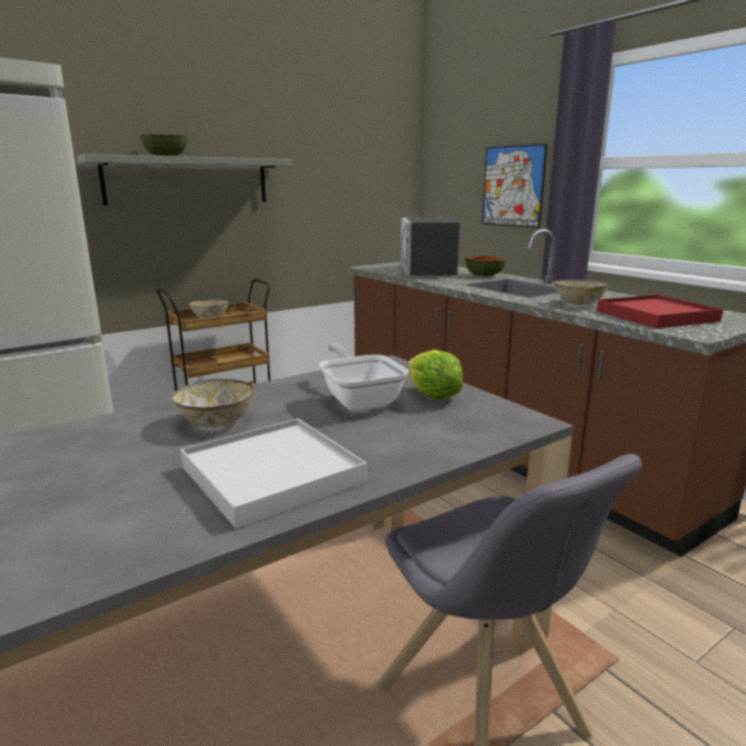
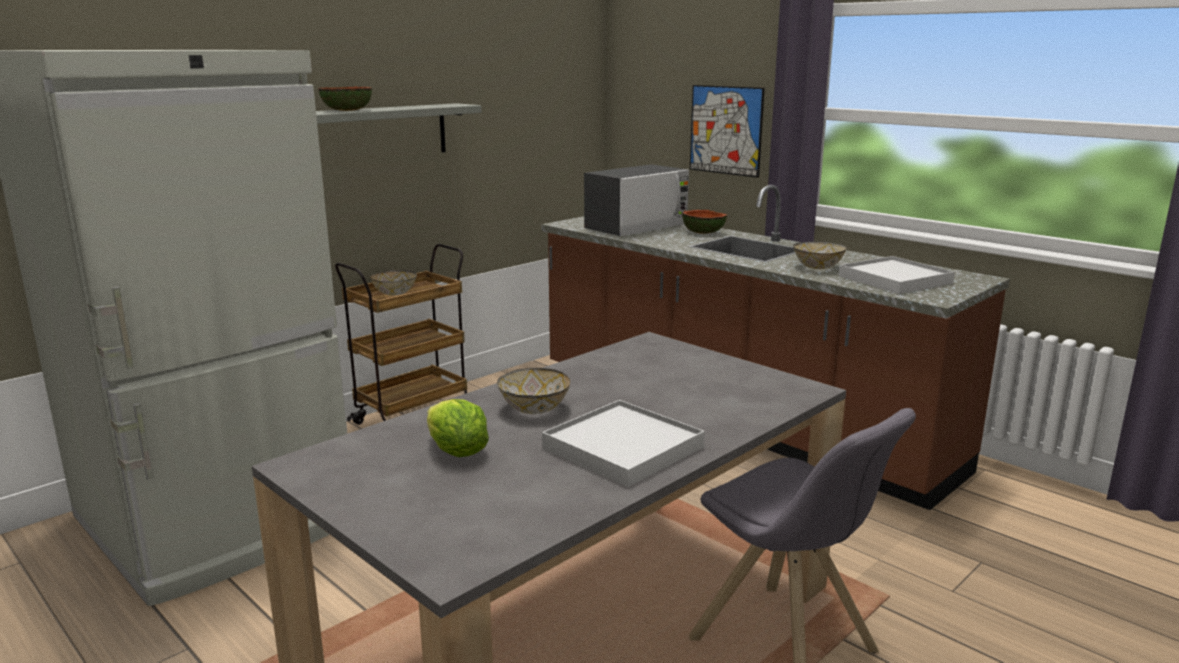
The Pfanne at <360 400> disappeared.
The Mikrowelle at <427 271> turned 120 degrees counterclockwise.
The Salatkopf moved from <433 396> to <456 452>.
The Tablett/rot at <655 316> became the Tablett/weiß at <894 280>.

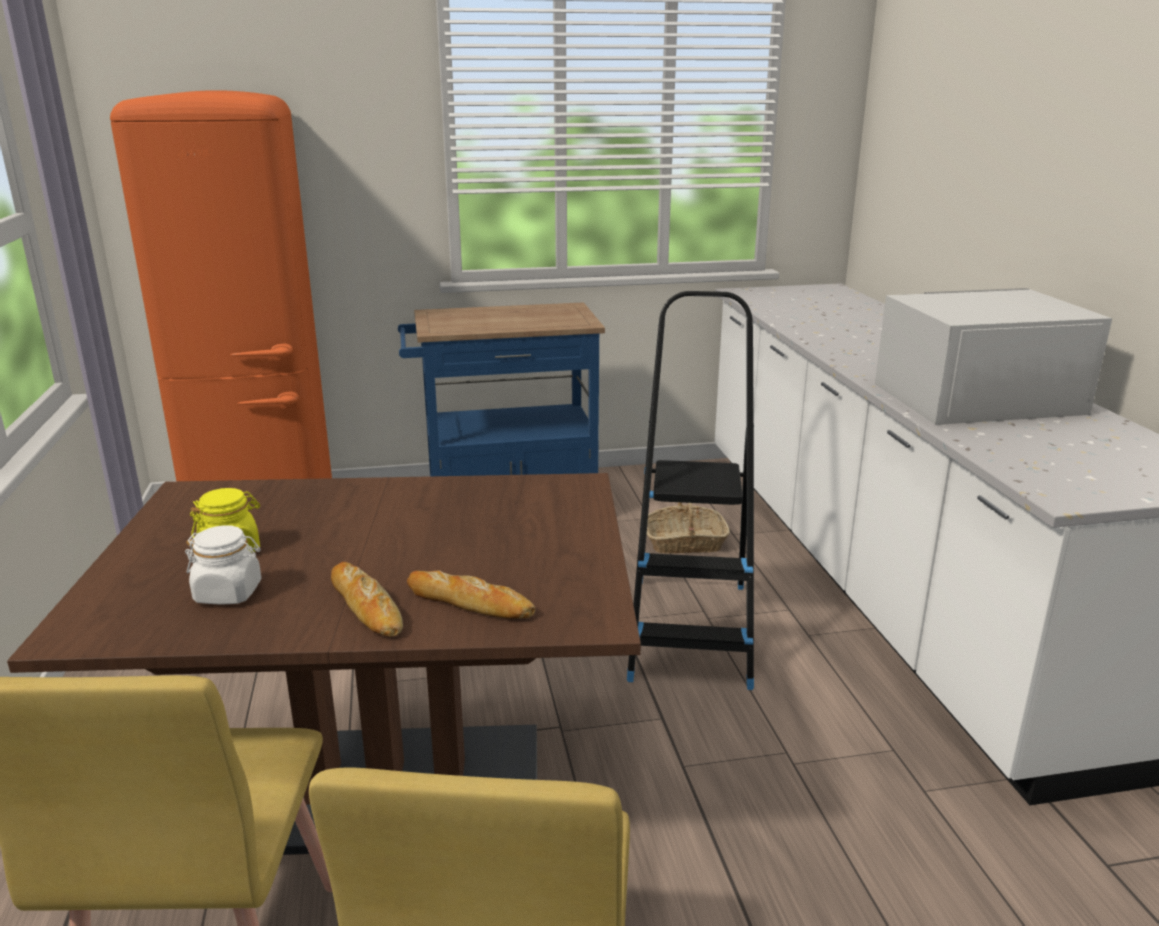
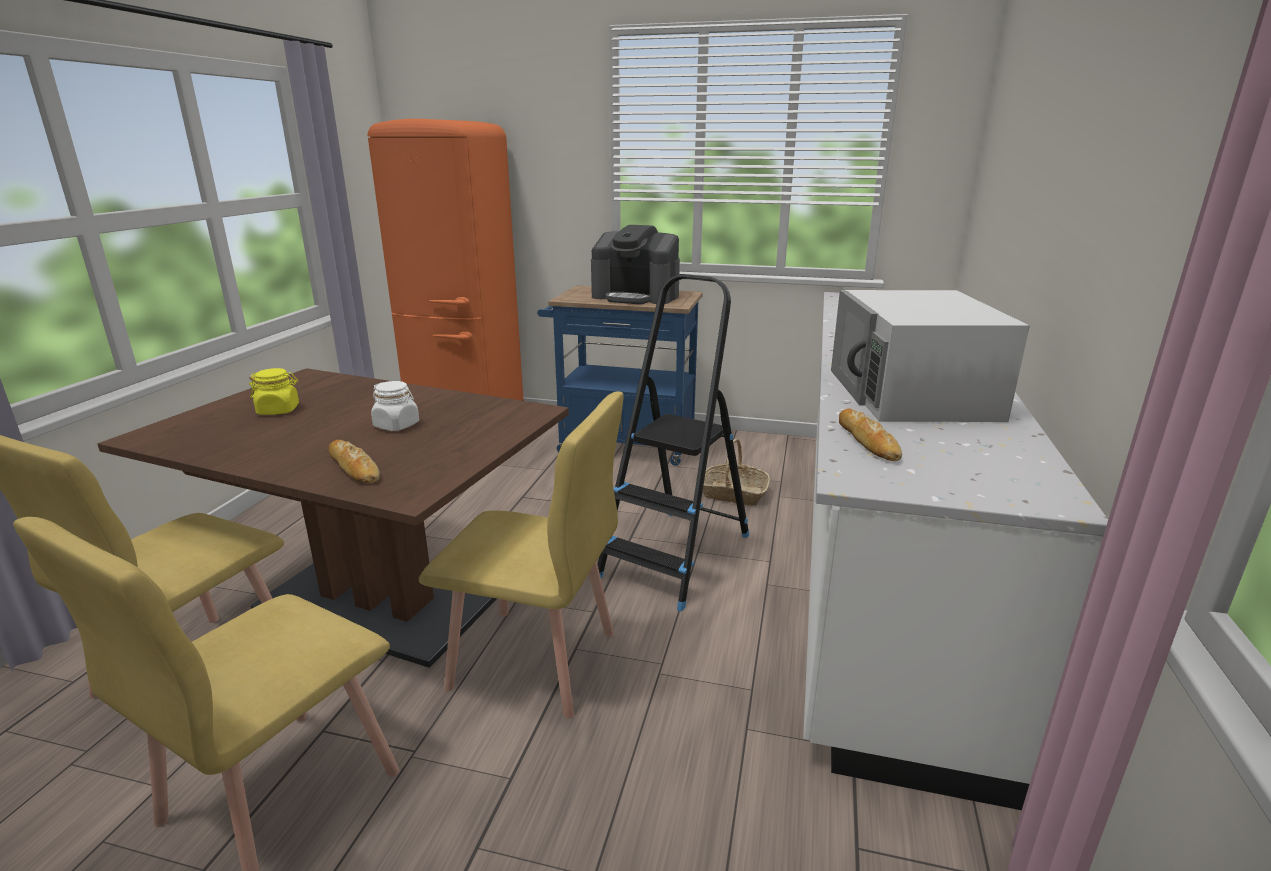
The Vorratsglas/weiß moved from <229 593> to <397 425>.
The Brot moved from <366 606> to <867 440>.
The Mikrowelle/weiß at <975 398> turned 105 degrees counterclockwise.
The Stuhl/gelb at <534 661> appeared.
The Kaffeemaschine at <636 296> appeared.

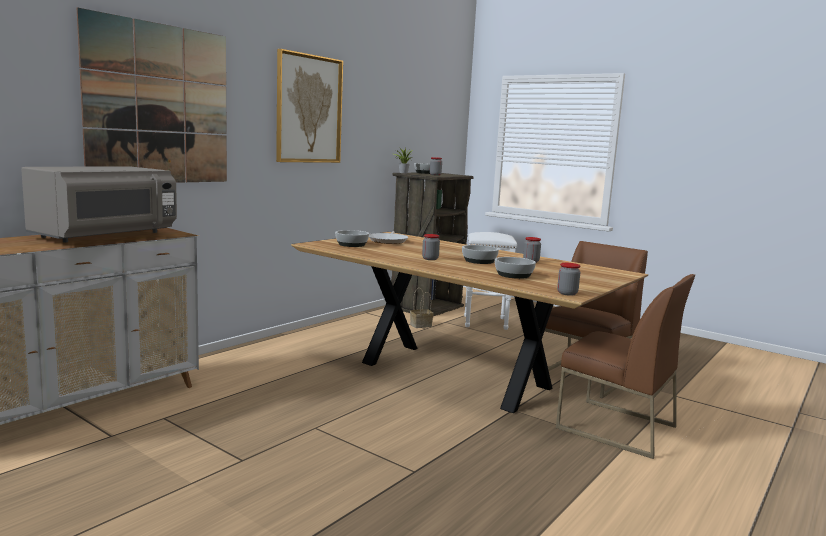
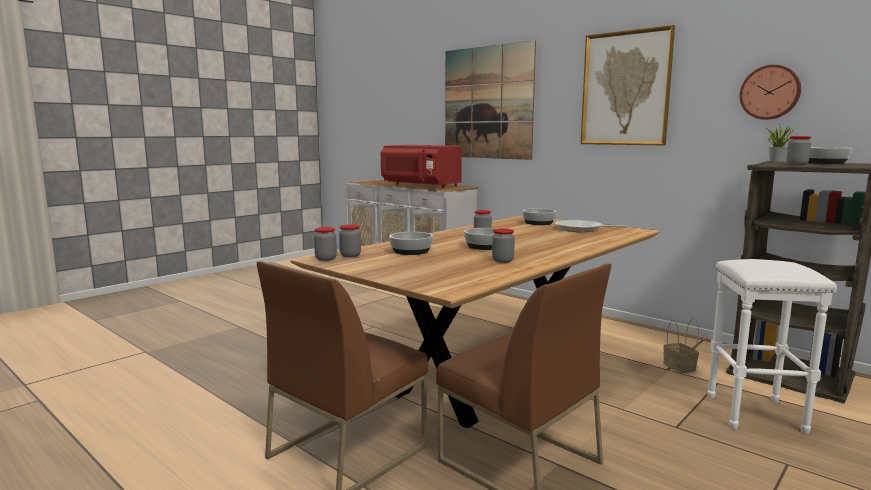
The Mikrowelle/grau at <105 236> became the Mikrowelle/rot at <421 185>.
The Vorratsglas at <350 255> appeared.
The Wanduhr at <770 92> appeared.

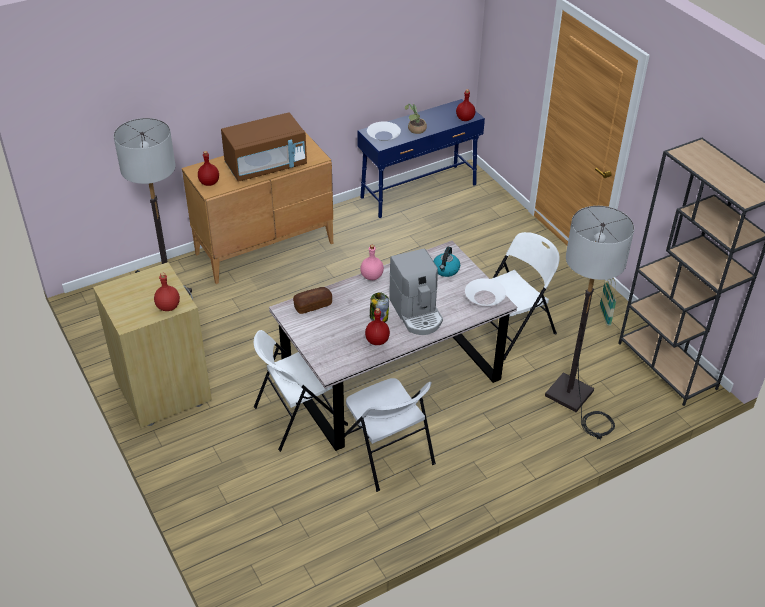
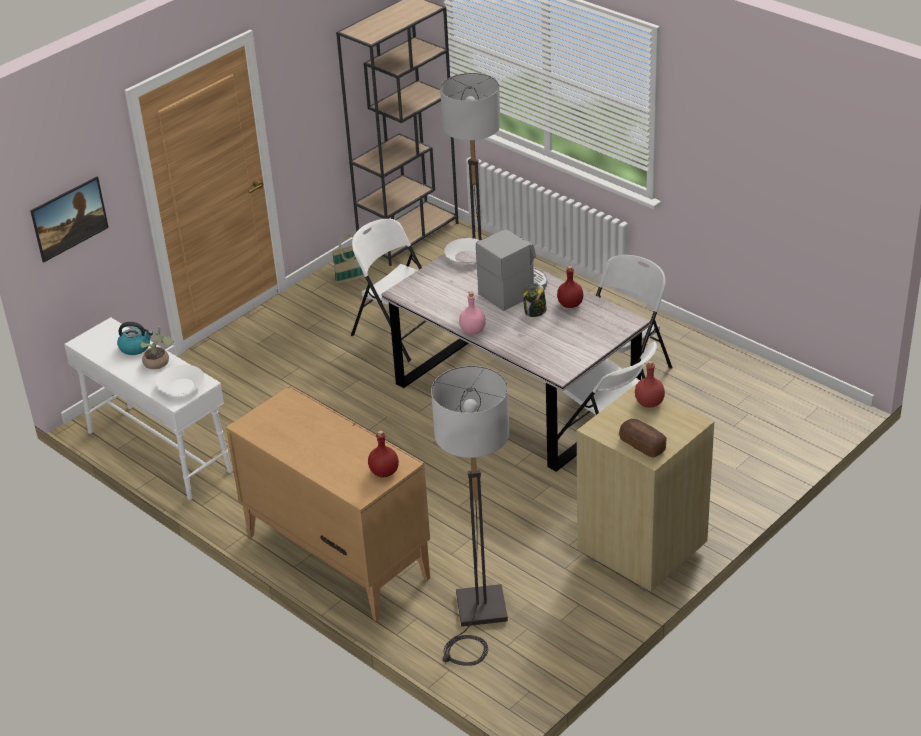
The Mikrowelle/braun at <266 166> disappeared.
The Brot moved from <313 305> to <642 445>.
The Konsolentisch/blau at <419 192> became the Konsolentisch/weiß at <160 451>.
The Wasserkessel moved from <446 270> to <135 347>.
The Flasche/rot at <465 119> disappeared.
The Bild at <72 231> appeared.

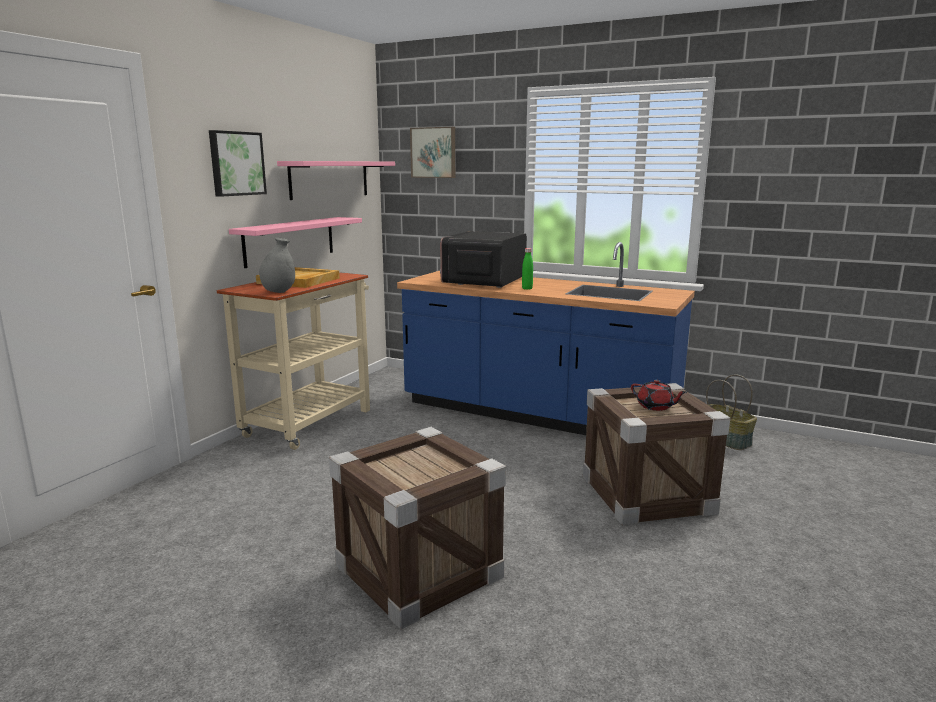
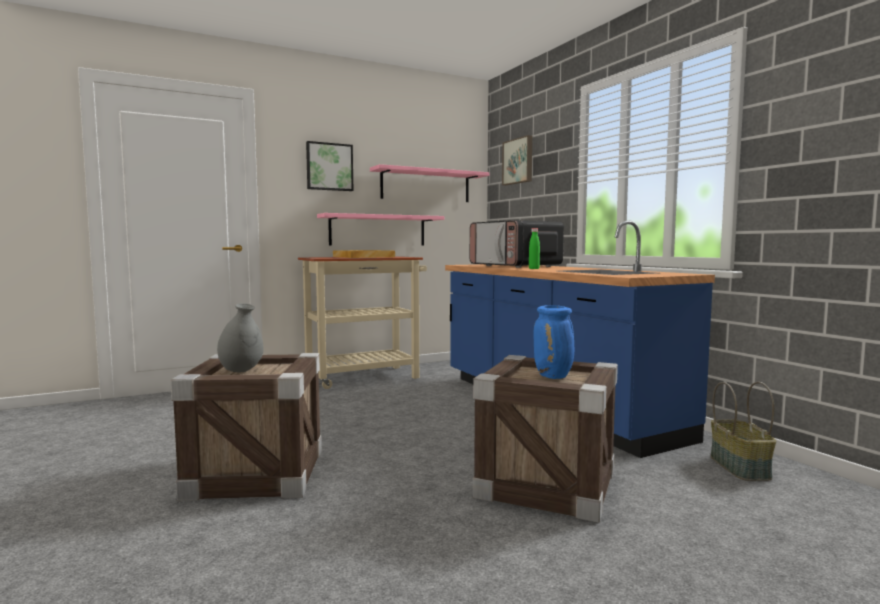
The Vase/grau moved from <279 292> to <241 370>.
The Mikrowelle at <484 281> turned 90 degrees counterclockwise.
The Teekanne/rot at <655 407> was replaced by the Vase/blau at <554 377>.

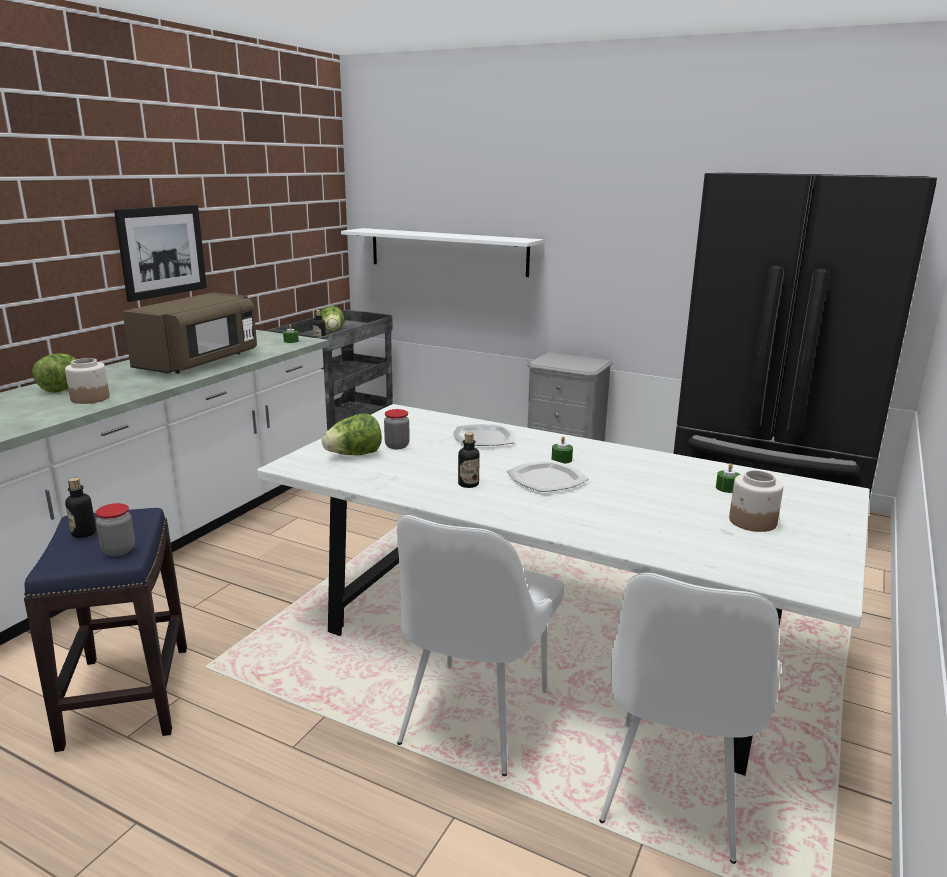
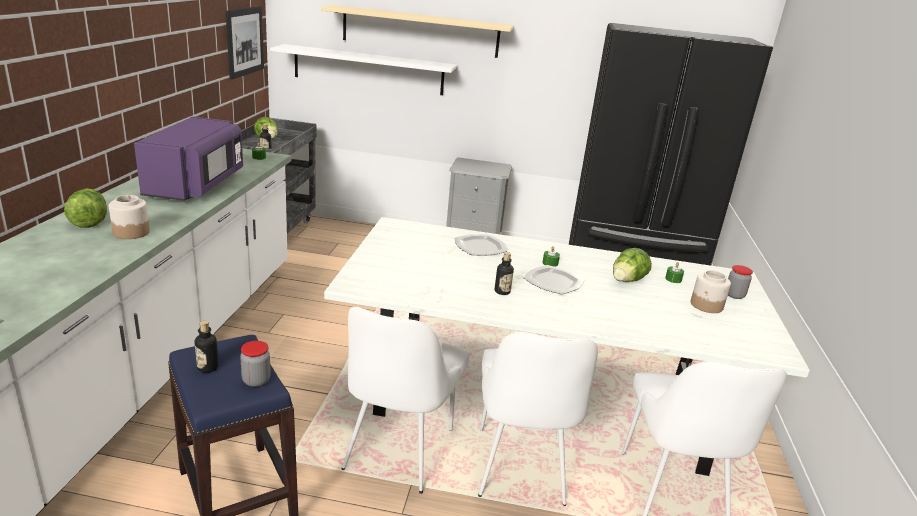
The Bild moved from <162 251> to <245 41>.
The Mikrowelle/braun at <199 362> became the Mikrowelle/lila at <196 185>.
The Salatkopf moved from <354 455> to <627 281>.
The Vorratsglas moved from <397 446> to <734 295>.
The Wandregal/beige at <420 31> appeared.
The Stuhl/weiß at <399 450> appeared.

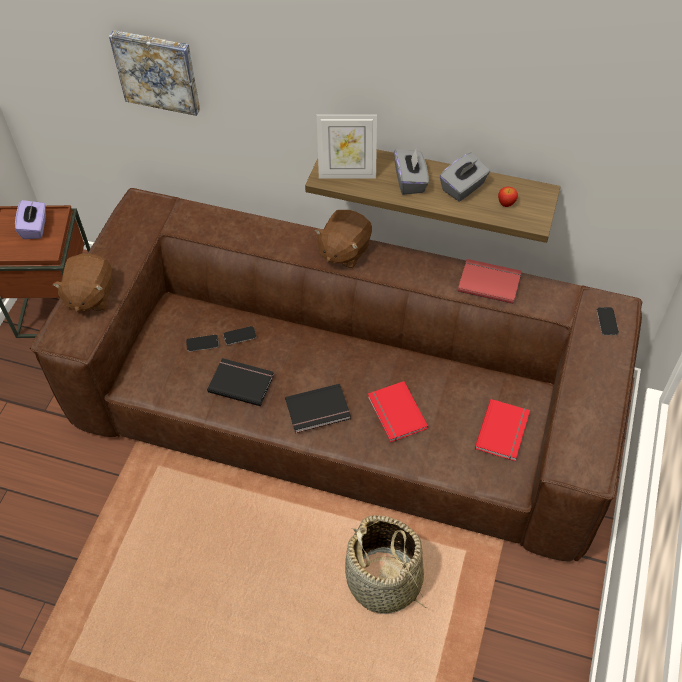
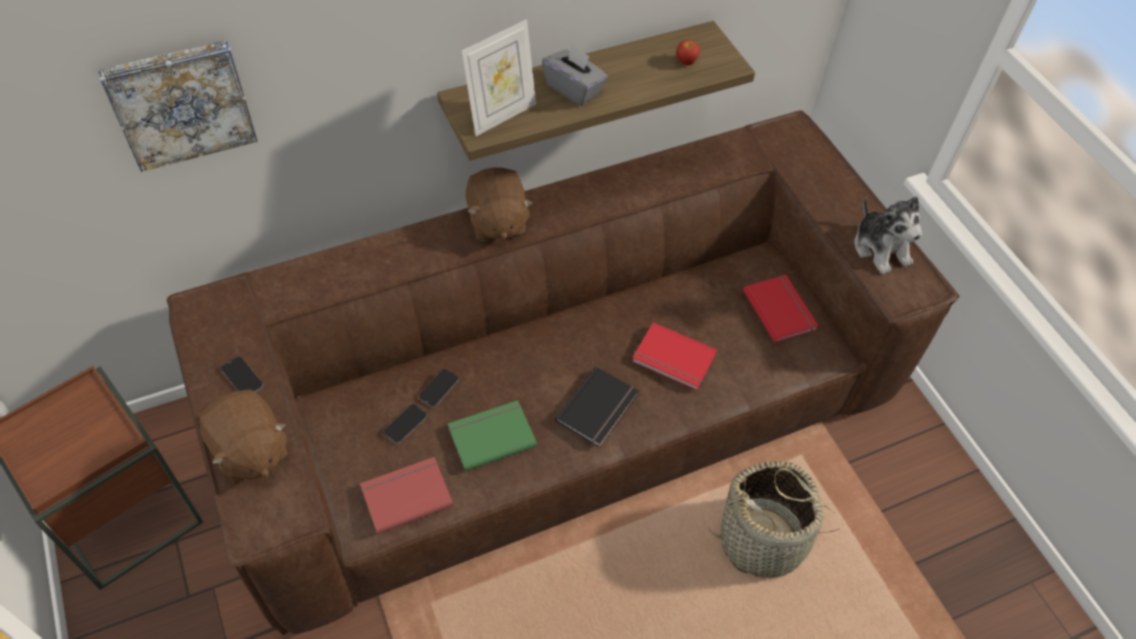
The Taschentuchbox/lila at <35 228> disappeared.
The Buch/schwarz at <241 382> became the Buch/grün at <491 435>.
The Taschentuchbox/grau at <463 188> disappeared.
The Buch/rot moved from <489 281> to <405 494>.
The Handy moved from <607 321> to <242 377>.
The Plüschtier at <880 248> appeared.

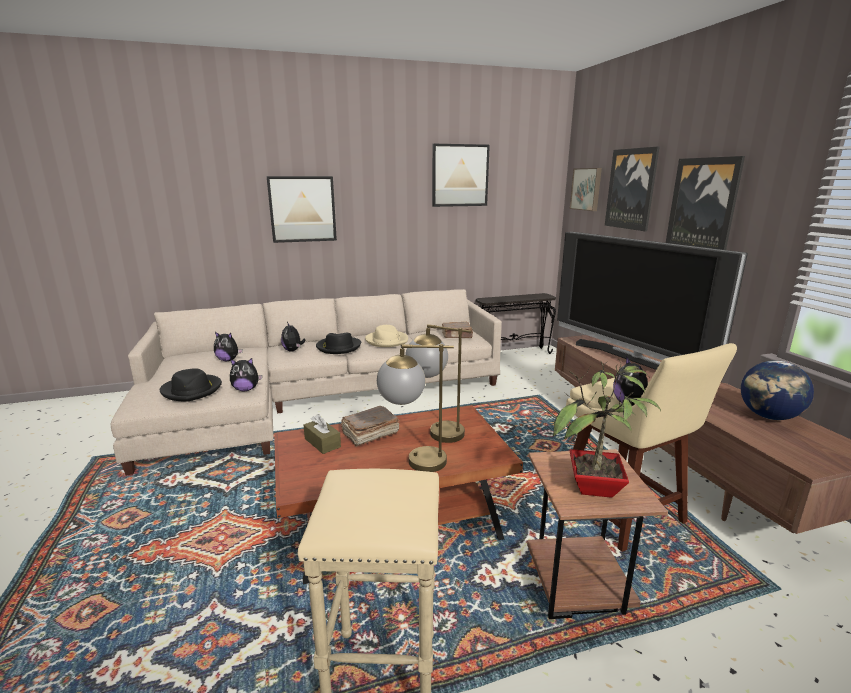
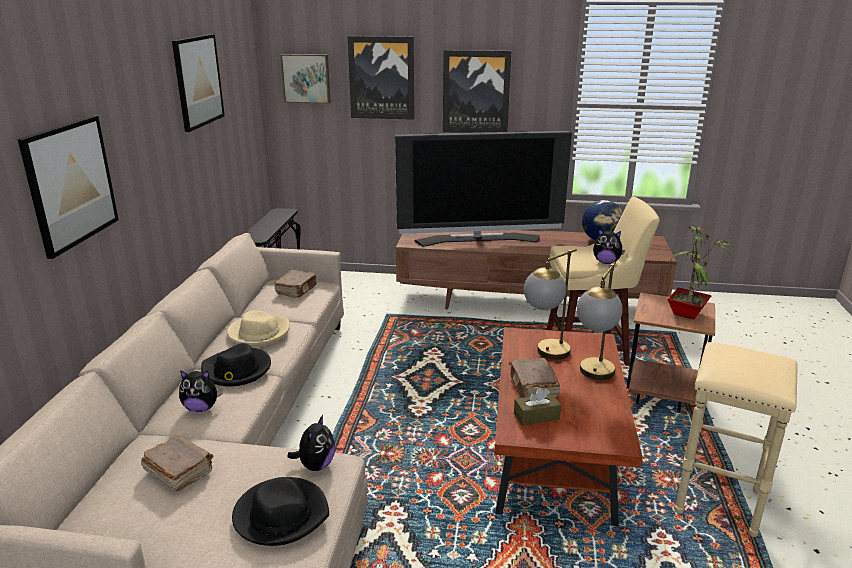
The Plüschtier at <228 360> was replaced by the Buch/braun at <179 471>.

